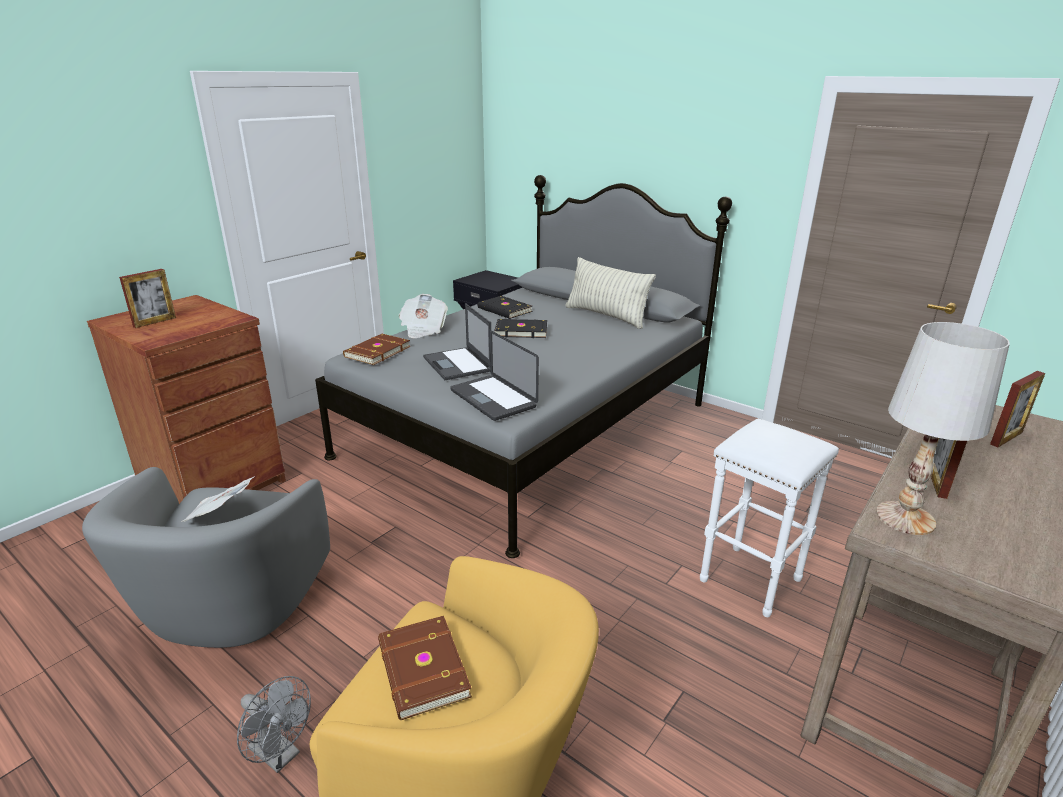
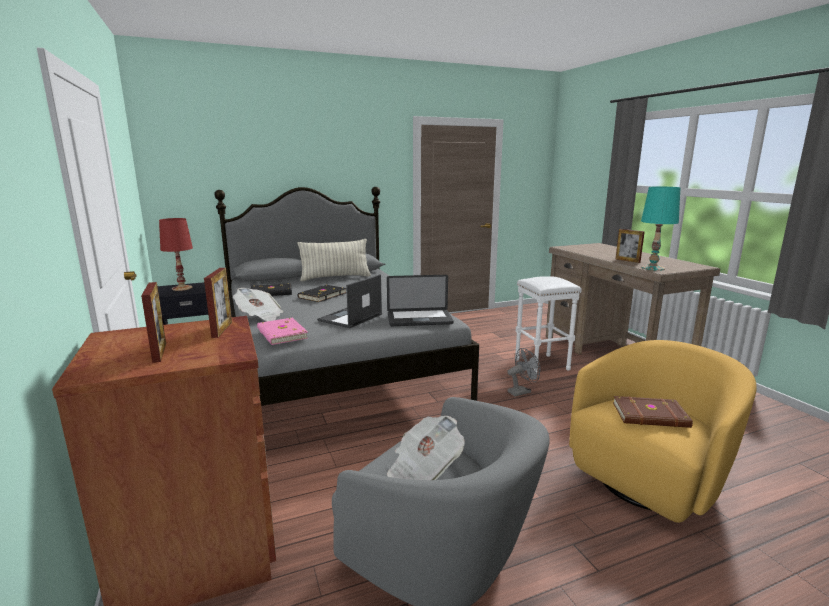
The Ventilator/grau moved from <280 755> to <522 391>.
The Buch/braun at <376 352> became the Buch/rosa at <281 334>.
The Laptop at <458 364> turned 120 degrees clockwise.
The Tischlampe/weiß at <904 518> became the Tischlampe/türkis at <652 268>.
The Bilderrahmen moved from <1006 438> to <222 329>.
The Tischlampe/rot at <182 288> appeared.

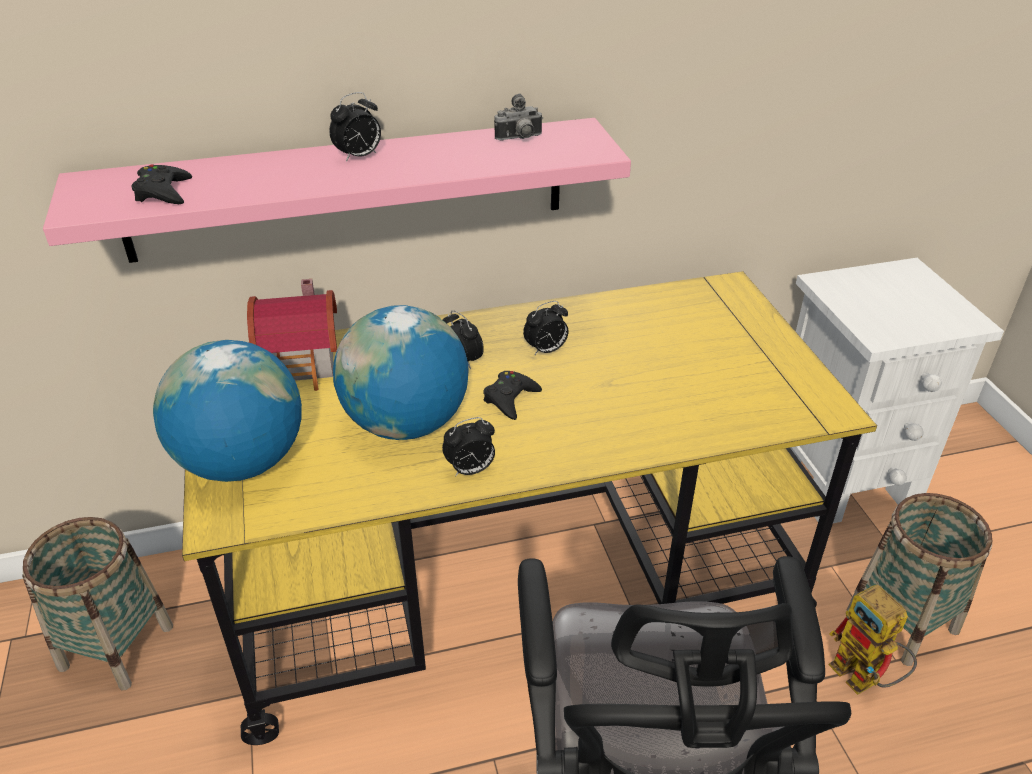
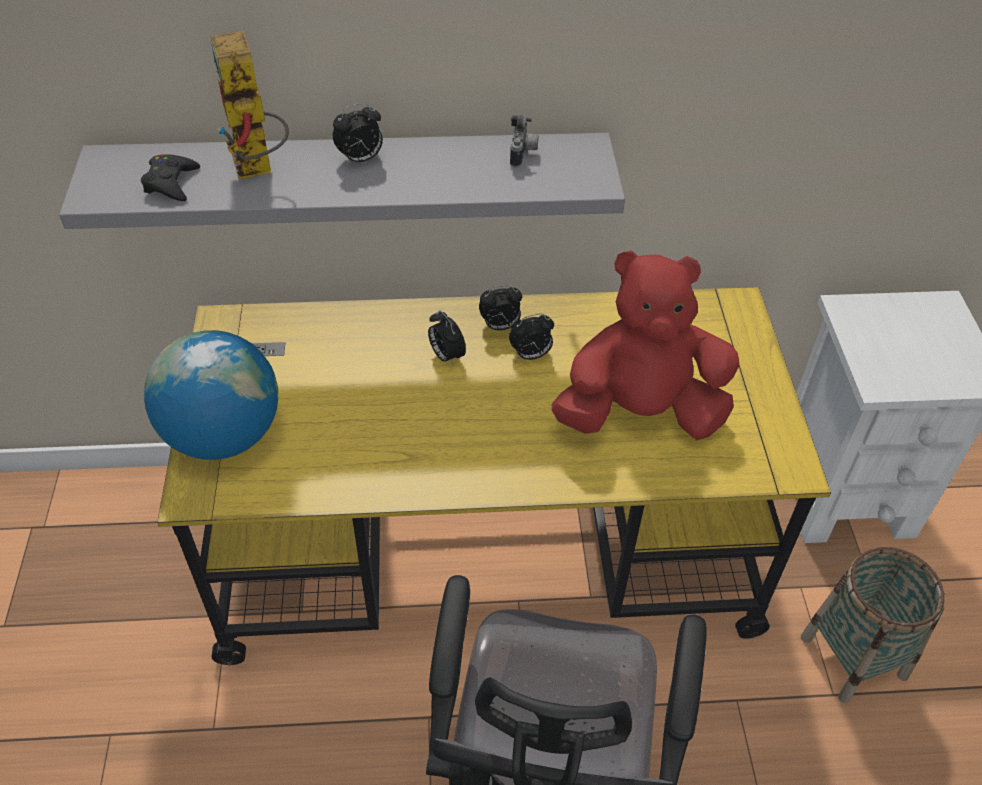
The Korb at <116 646> disappeared.
The Wandregal/rosa at <348 189> became the Wandregal/grau at <353 179>.
The Spielzeughaus at <303 364> disappeared.
The Globus at <405 423> disappeared.
The Wecker moved from <470 470> to <500 326>.
The Gamepad/schwarz at <510 399> disappeared.
The Kamera at <519 139> turned 75 degrees counterclockwise.
The Spielzeugroboter moved from <864 679> to <259 168>.
The Plüschtier/rot at <640 413> appeared.

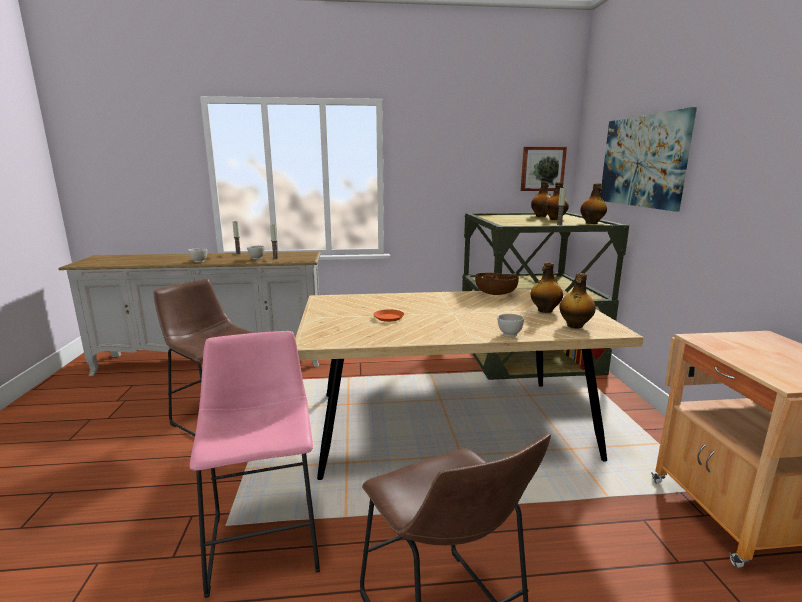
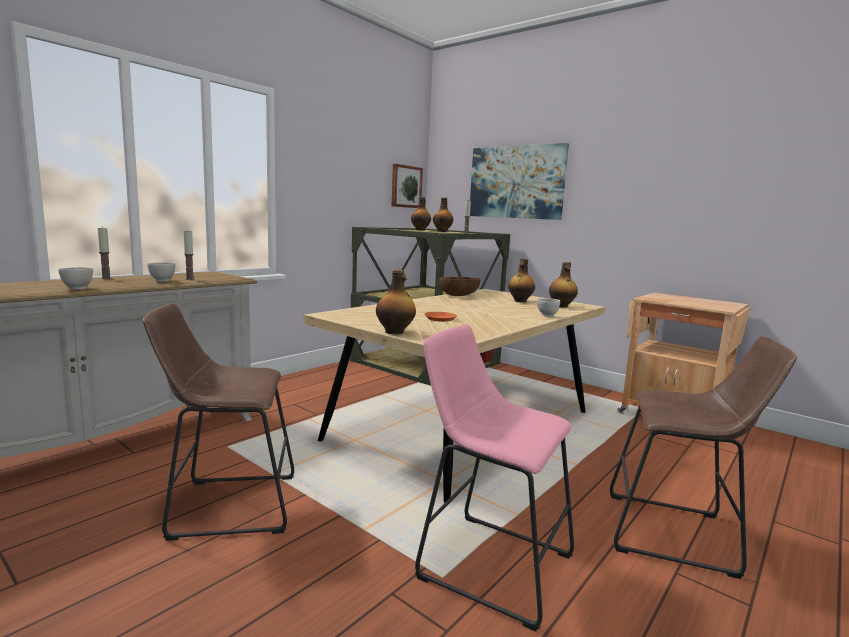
The Flasche moved from <592 223> to <395 332>.

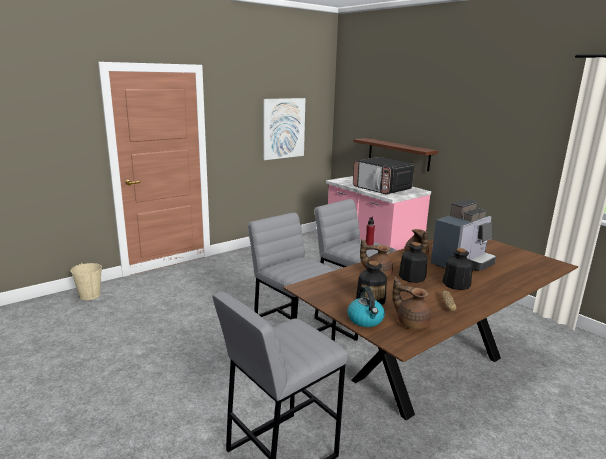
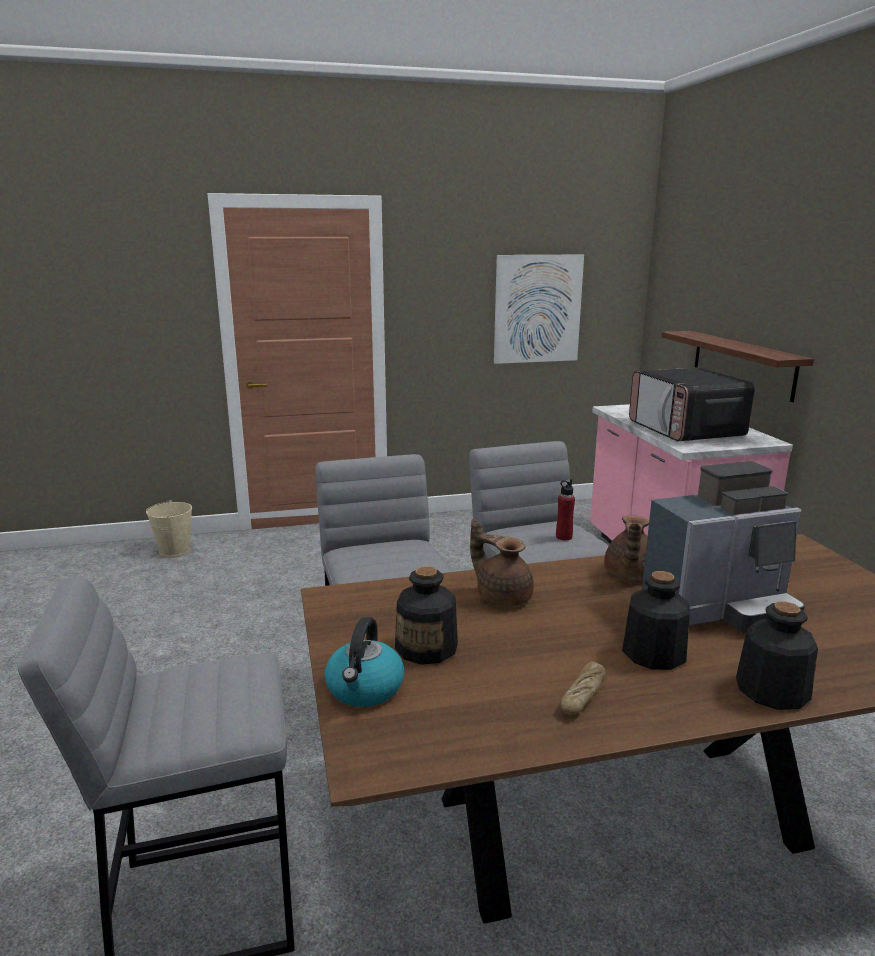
The Teekanne/braun at <411 322> disappeared.
The Flasche moved from <411 277> to <771 690>.

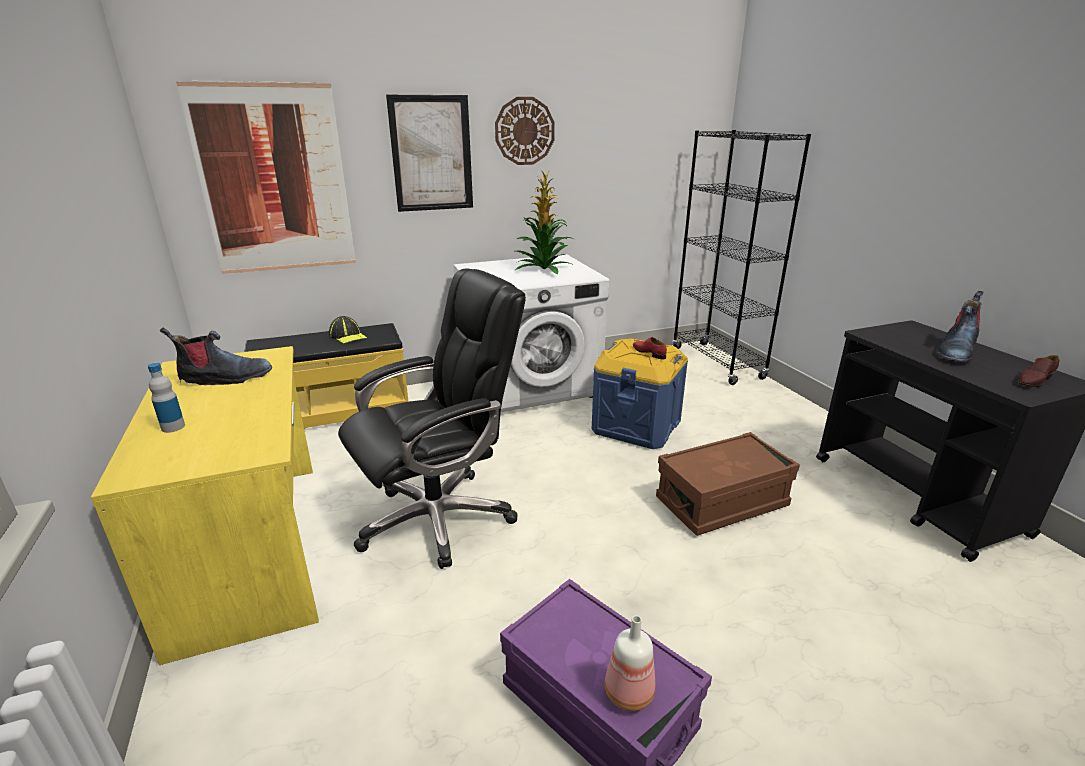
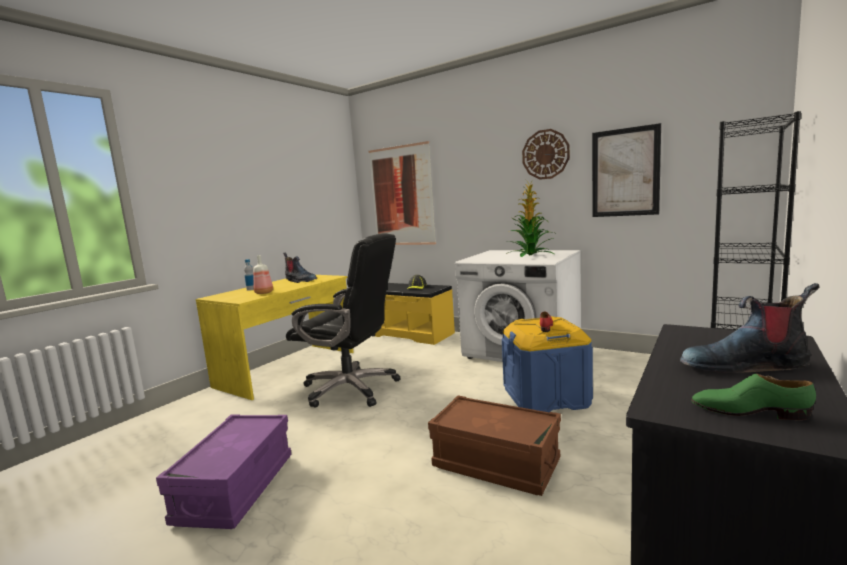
The Bild moved from <431 154> to <625 172>.
The Flasche moved from <627 693> to <263 293>.
The Schuh/braun at <1034 380> became the Schuh/grün at <749 411>.

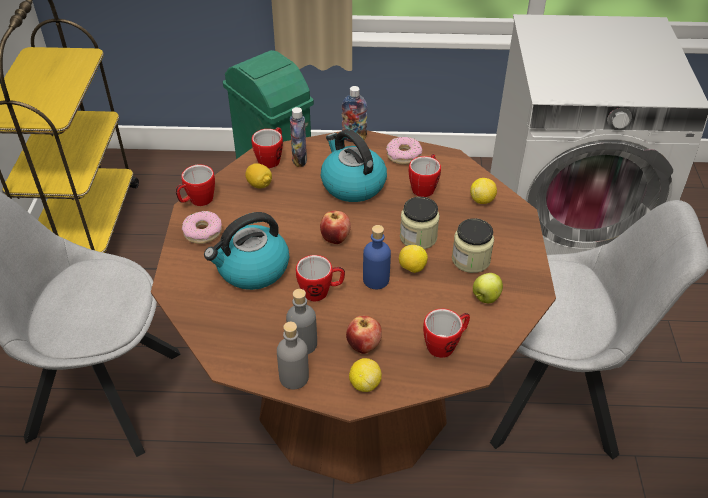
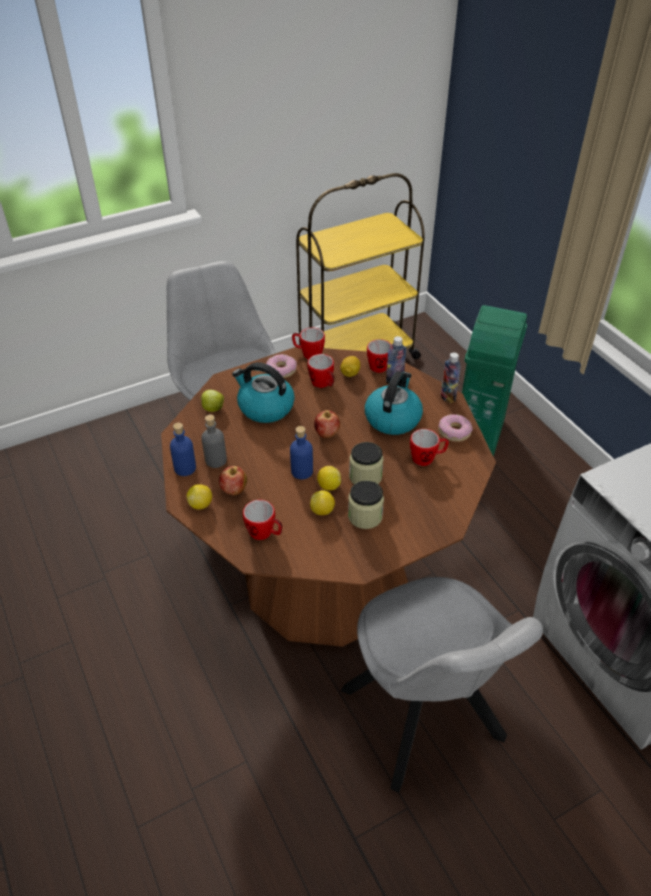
The Flasche/grau at <294 377> became the Flasche/blau at <185 468>.
The Henkelbecher moved from <321 291> to <323 384>.
The Zitrone moved from <482 200> to <322 511>.
The Apfel moved from <485 298> to <212 408>.

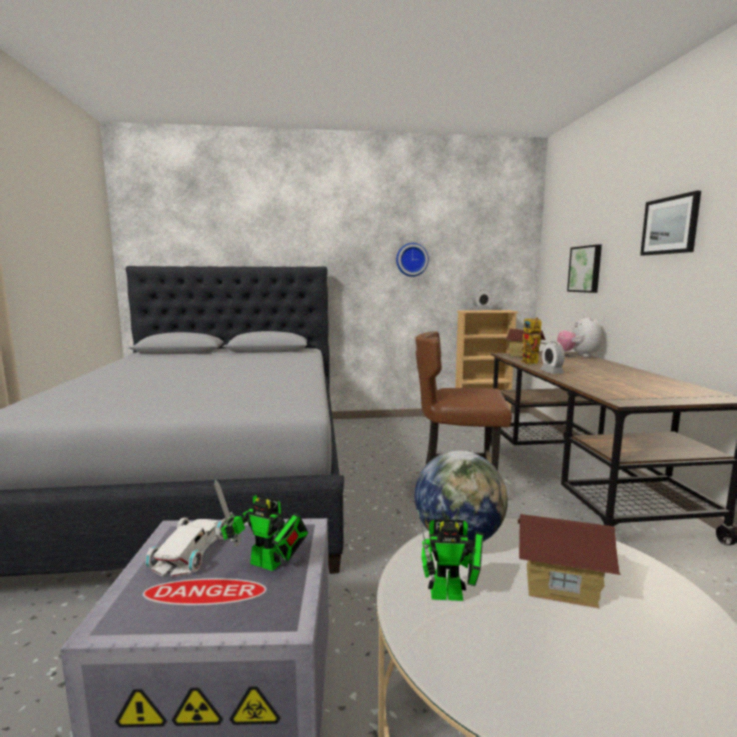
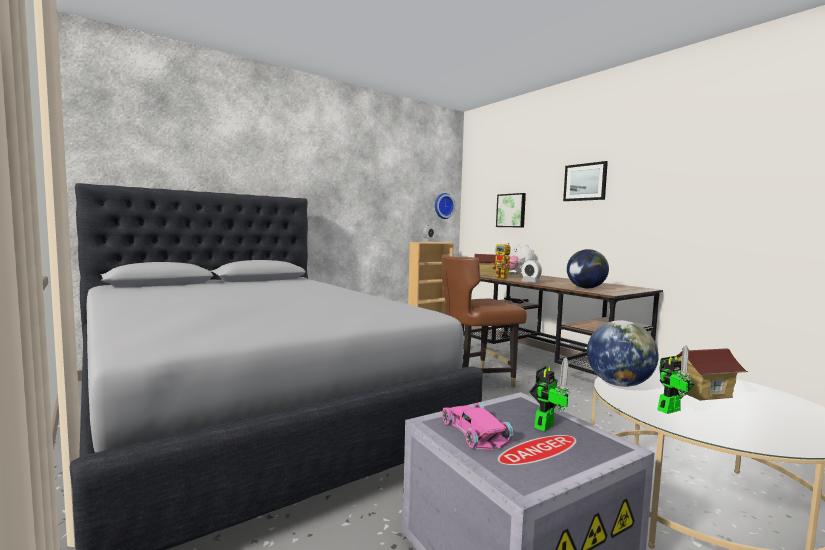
The Spielzeugauto/weiß at <191 551> became the Spielzeugauto/rosa at <475 431>.
The Spielzeugroboter at <269 565> turned 45 degrees counterclockwise.
The Wanduhr moved from <411 259> to <443 206>.
The Globus at <586 288> appeared.

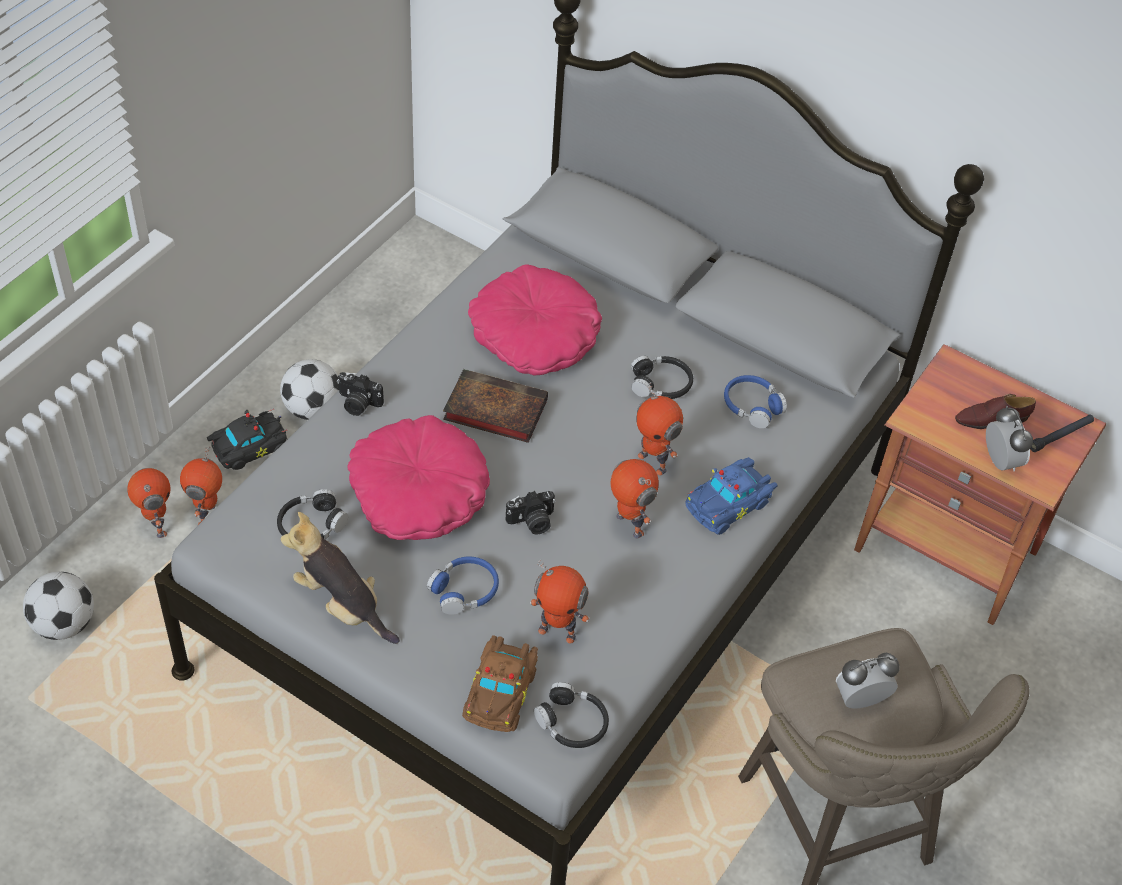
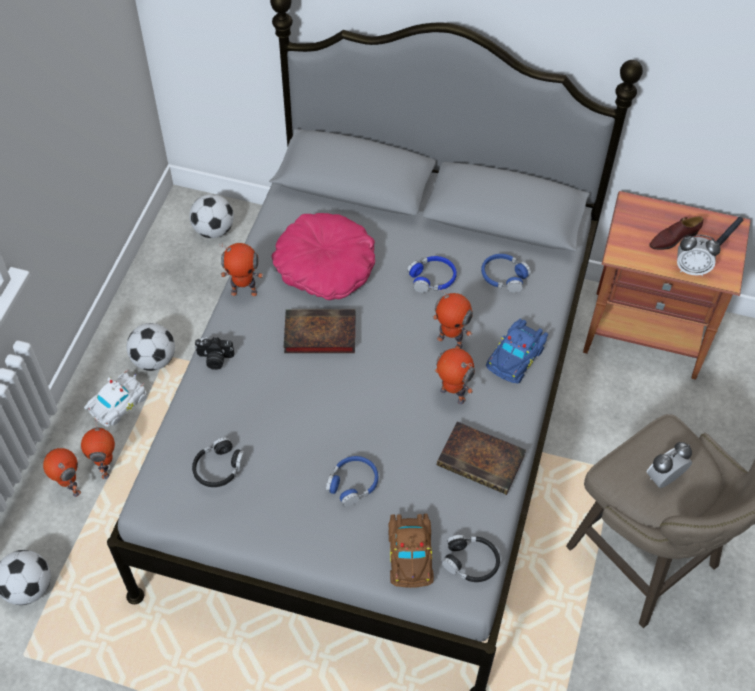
The Spielzeugauto/schwarz at <248 447> became the Spielzeugauto/weiß at <116 404>.
The Plüschtier at <342 605> disappeared.
The Kissen/rosa at <421 492> disappeared.
The Kamera at <532 522> disappeared.
The Spielzeugroboter moved from <558 632> to <244 291>.
The Kopfhörer/schwarz at <661 384> became the Kopfhörer/blau at <432 278>.
The Wecker at <1000 461> turned 135 degrees clockwise.
The Fußball at <214 230> appeared.
The Buch at <483 461> appeared.

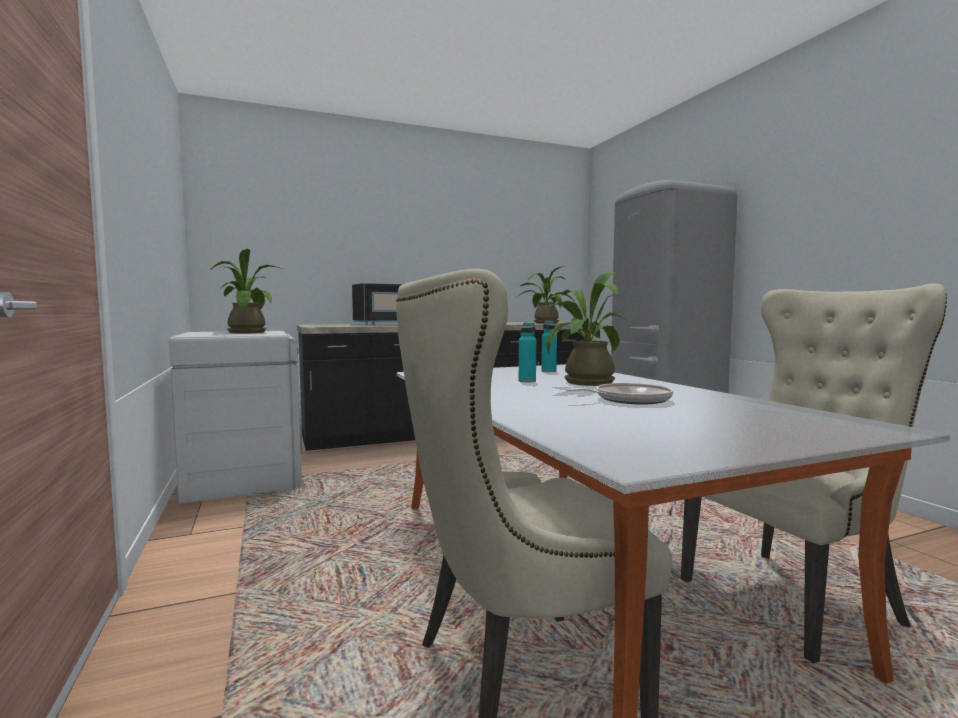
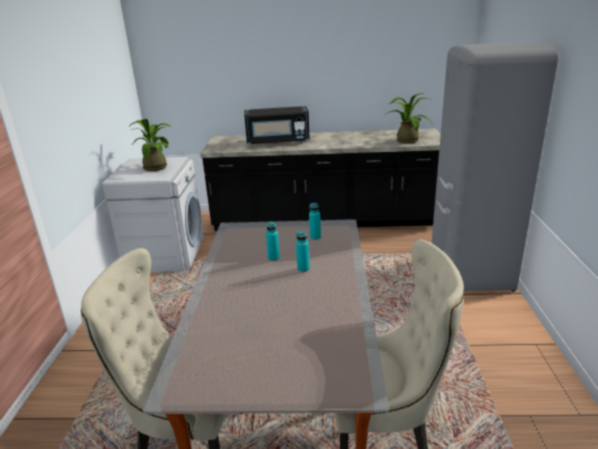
The Topfpflanze at <583 383> was replaced by the Flasche/türkis at <303 269>.
The Pfanne at <628 400> disappeared.

